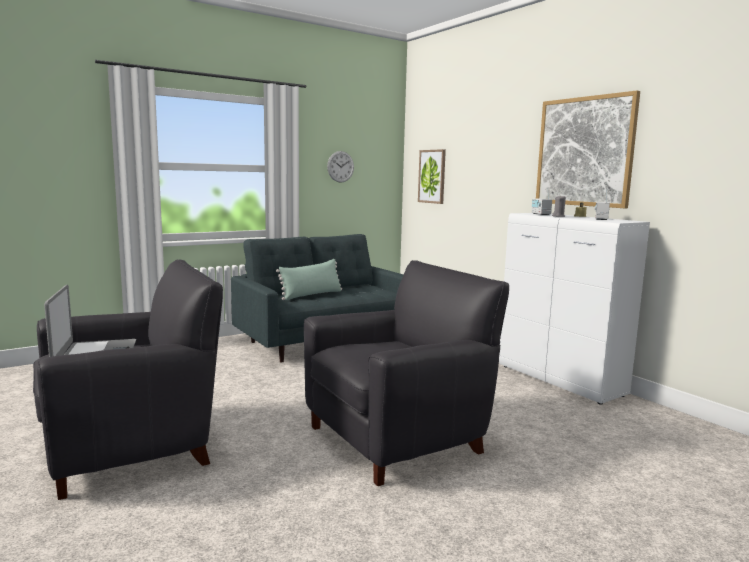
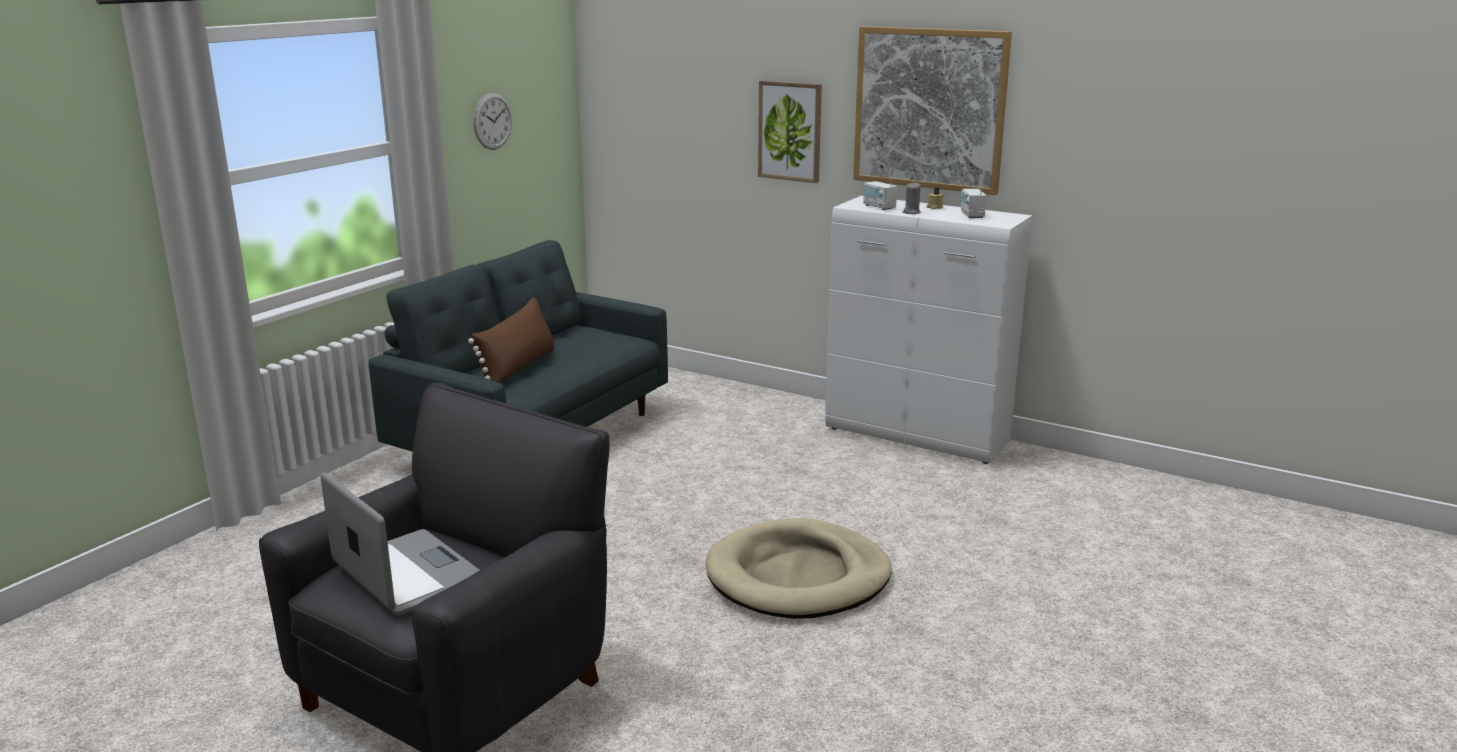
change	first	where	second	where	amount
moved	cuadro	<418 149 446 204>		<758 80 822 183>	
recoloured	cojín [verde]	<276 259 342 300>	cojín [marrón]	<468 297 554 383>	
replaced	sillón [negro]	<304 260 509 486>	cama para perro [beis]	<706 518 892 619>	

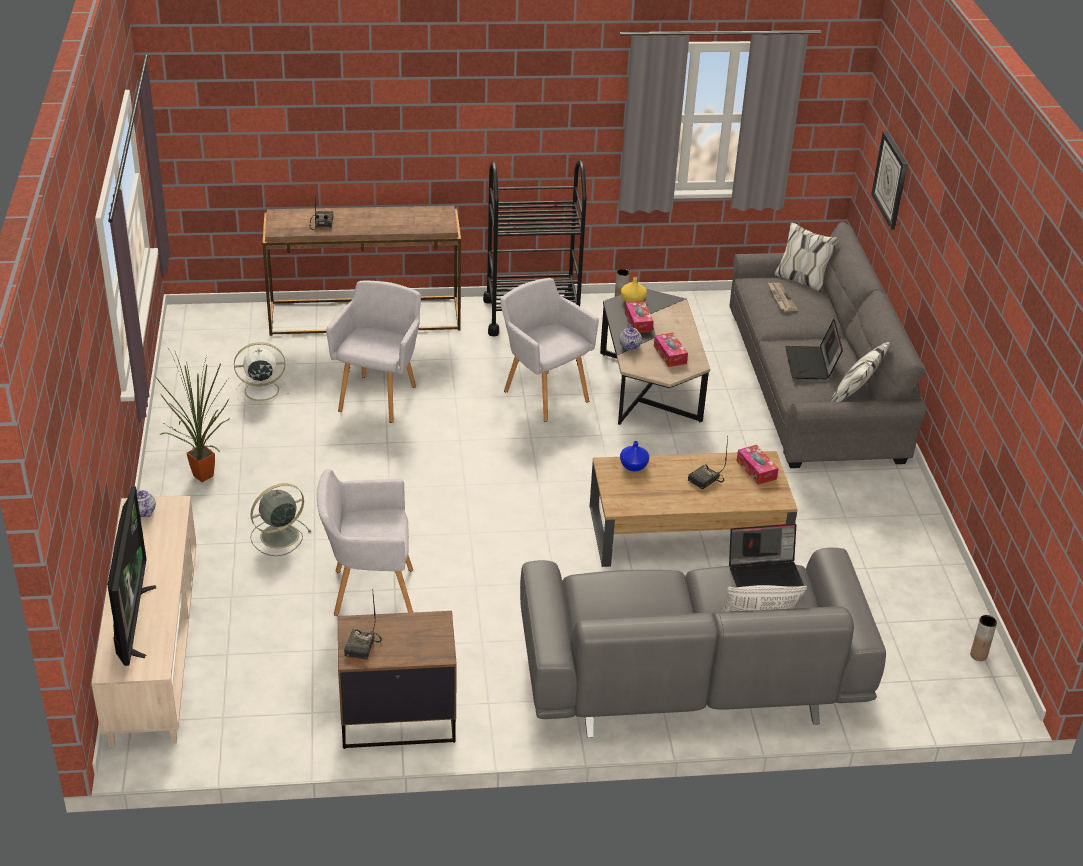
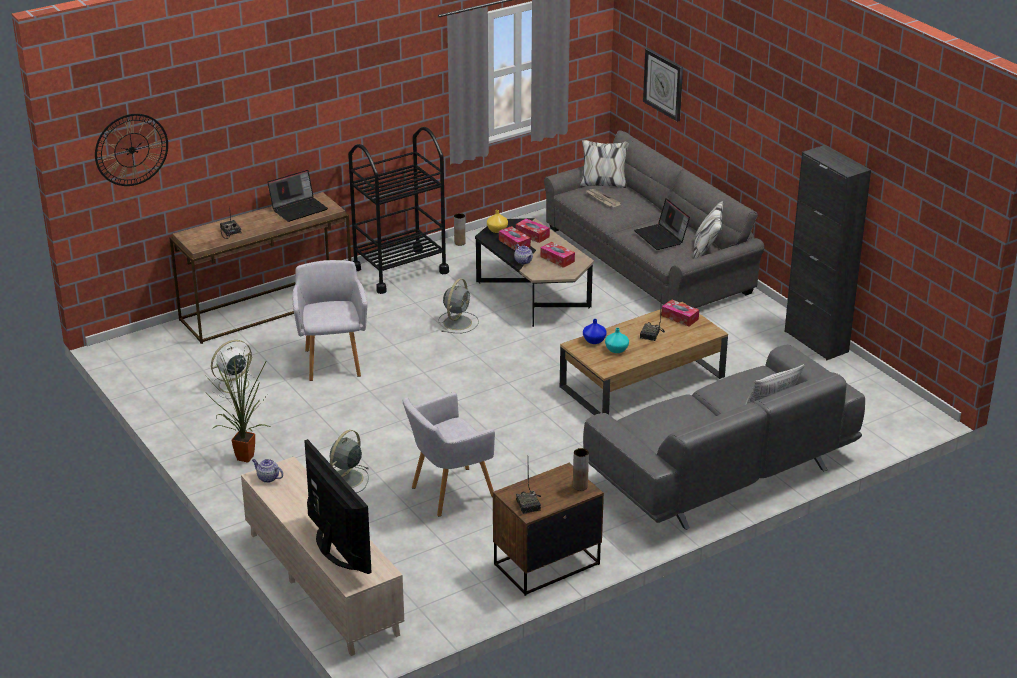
change	first	where	second	where	amount
replaced	sillón [gris]	<500 278 599 422>	ventilador [gris]	<438 278 479 333>	
moved	portátil	<729 523 804 587>		<267 170 328 222>	
moved	florero [marrón]	<970 615 997 661>		<573 448 589 491>	
added			reloj de pared	<95 114 168 186>	
added			armario [negro]	<784 145 871 360>	
added			caja de pañuelos	<516 219 550 243>	
added			florero [turquesa]	<605 328 629 353>	

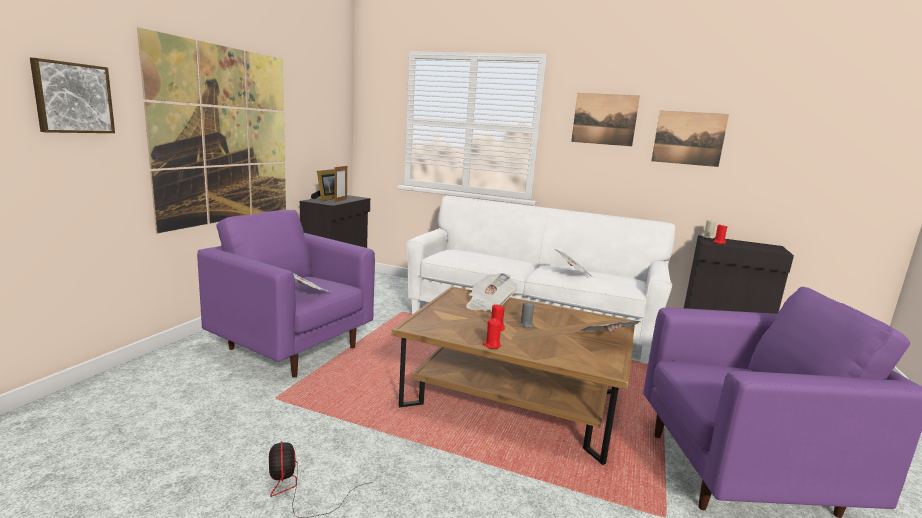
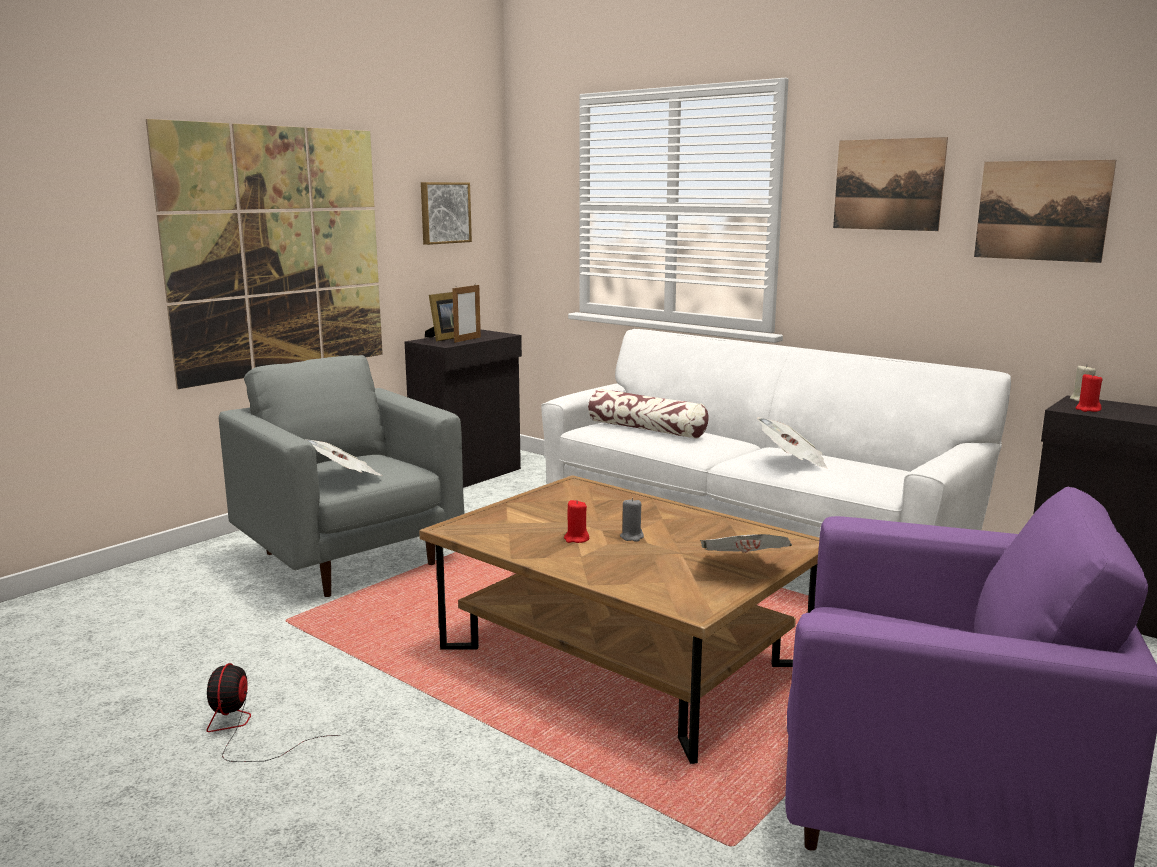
change	first	where	second	where	amount
moved	cuadro	<30 58 115 133>		<421 182 472 245>	
recoloured	sillón [morado]	<197 210 375 378>	sillón [gris]	<219 355 465 597>	
removed	periódico	<466 273 517 312>			
removed	vela [rojo]	<483 318 502 349>			
added			cojín	<588 389 709 439>	

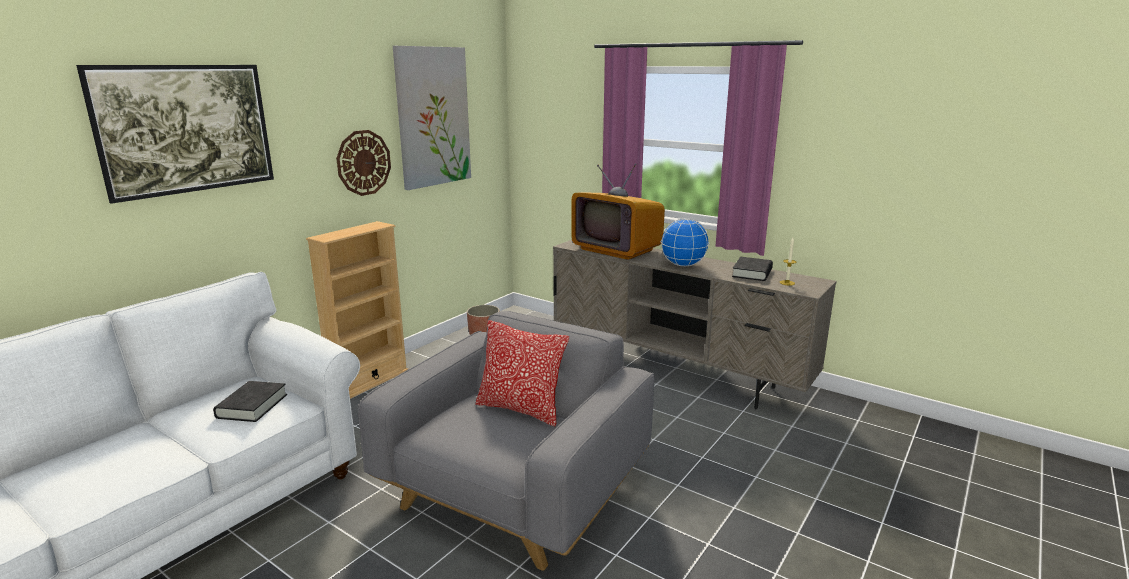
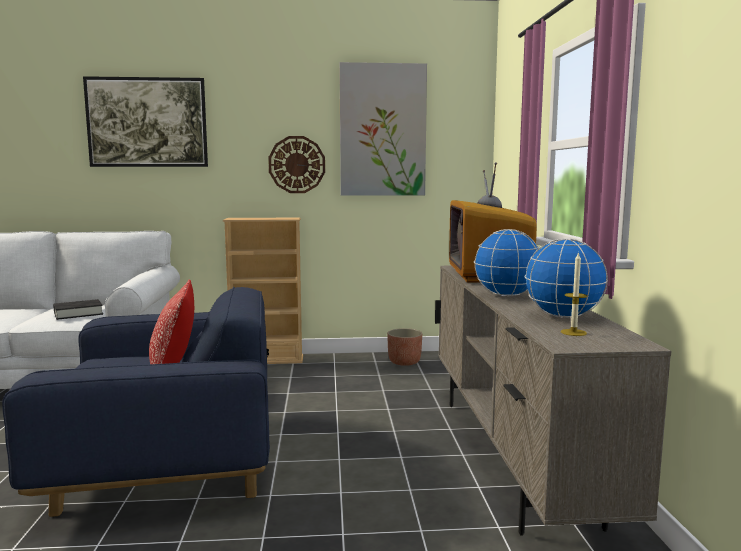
change	first	where	second	where	amount
replaced	libro [negro]	<732 257 773 281>	globo terráqueo	<525 239 608 318>	
recoloured	sillón [gris]	<358 311 654 571>	sillón [azul]	<2 287 270 517>	

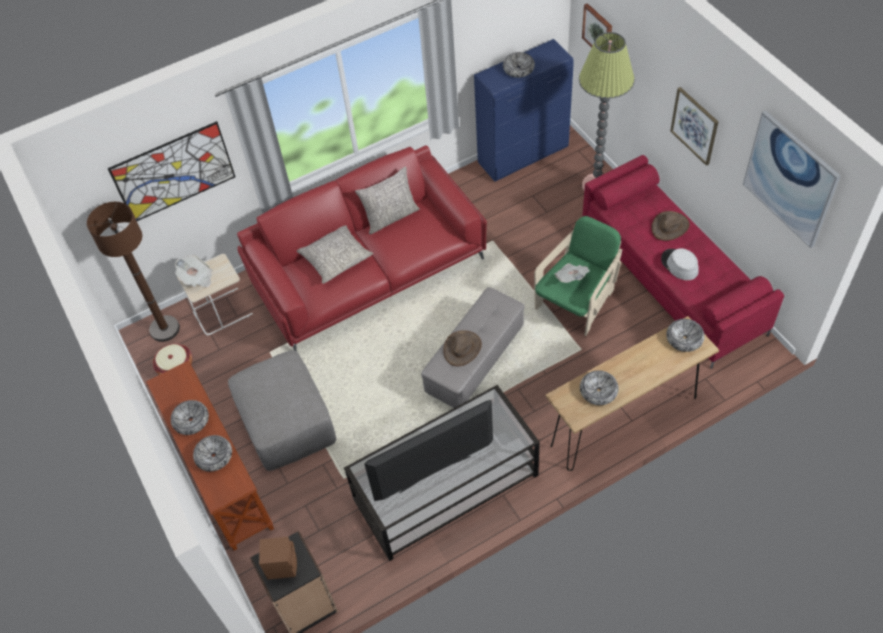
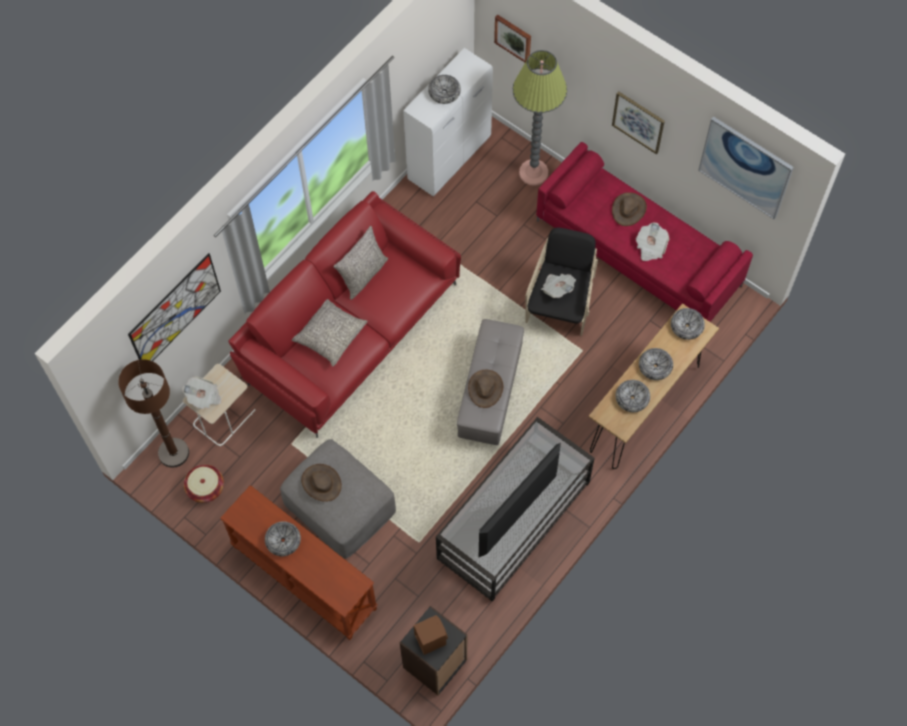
change	first	where	second	where	amount
recoloured	armario [azul]	<474 39 574 182>	armario [blanco]	<403 48 493 197>	
recoloured	sillón [verde]	<534 216 622 336>	sillón [negro]	<525 228 598 336>	
replaced	sombrero [gris]	<661 248 699 280>	periódico	<636 222 669 261>	
moved	cuenco	<193 435 232 472>		<639 348 673 380>	
added			sombrero [marrón]	<301 464 342 502>	

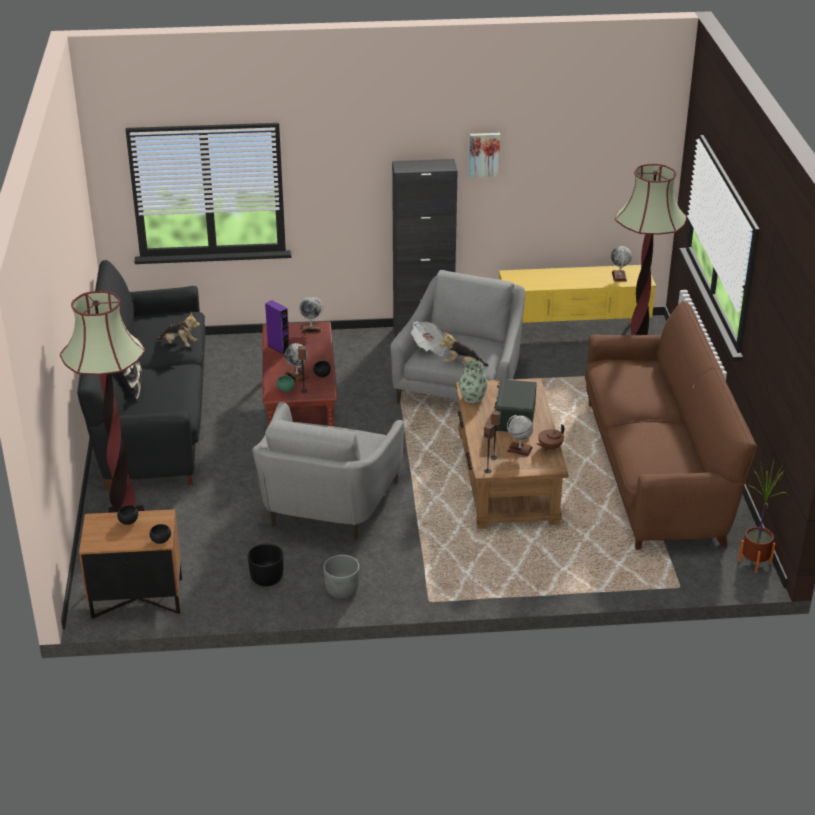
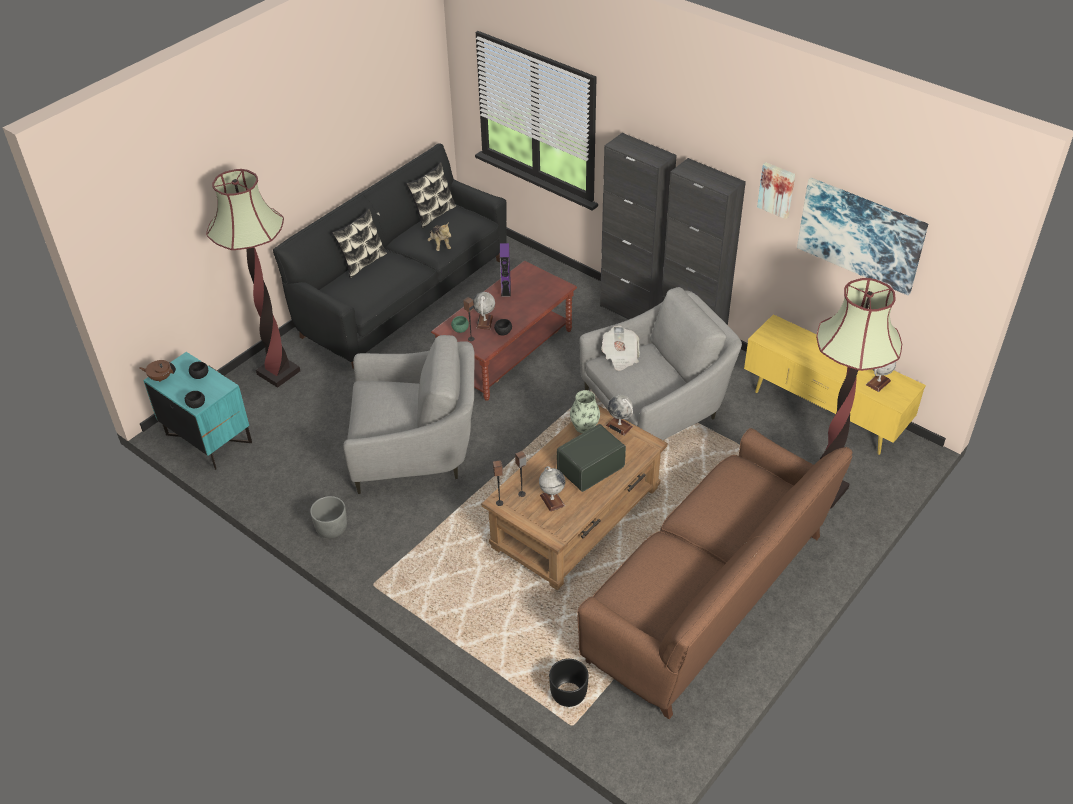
change	first	where	second	where	amount
moved	globo terráqueo	<299 297 323 333>		<606 394 633 435>	
removed	peluche	<440 332 489 367>			
turned	sillón [gris]	<252 402 404 540>		<343 335 475 494>	150 degrees counterclockwise
moved	tetera [marrón]	<537 424 565 451>		<139 360 176 382>	
removed	planta en maceta	<738 460 788 573>			
recoloured	mesita de noche [marrón]	<79 509 182 619>	mesita de noche [turquesa]	<143 352 252 470>	
moved	maceta [negro]	<248 544 284 587>		<549 659 589 707>	
added			armario [negro]	<600 133 677 320>	
added			cojín	<406 162 456 229>	
added			cuadro	<797 178 928 295>	

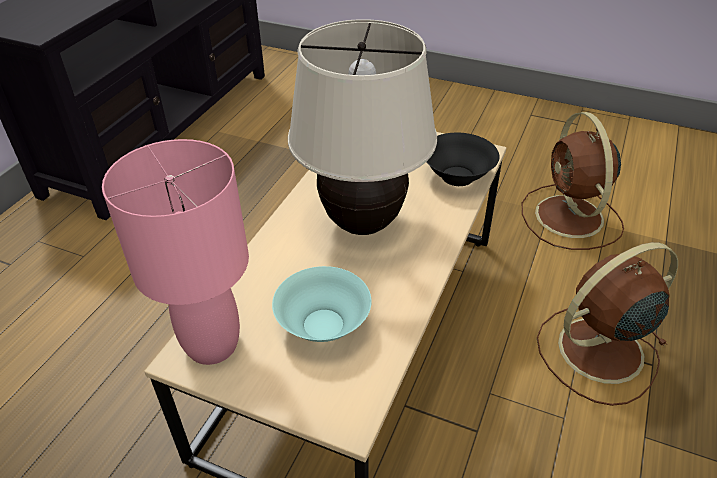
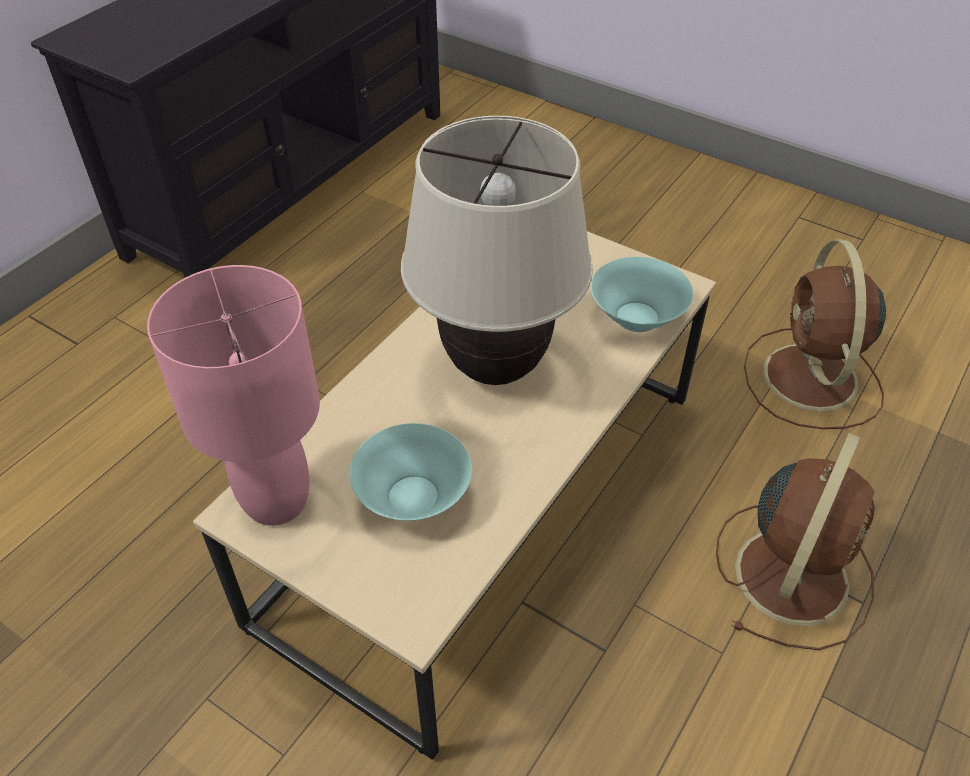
change	first	where	second	where	amount
recoloured	cuenco [negro]	<427 133 500 186>	cuenco [turquesa]	<591 257 693 332>	
turned	ventilador [marrón]	<537 242 678 406>		<716 433 875 650>	135 degrees clockwise

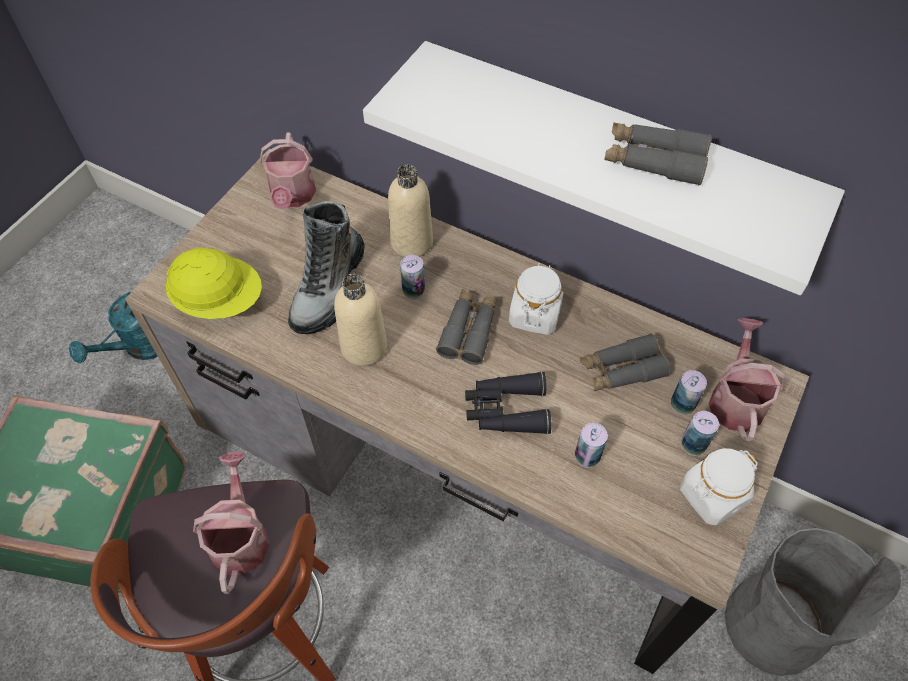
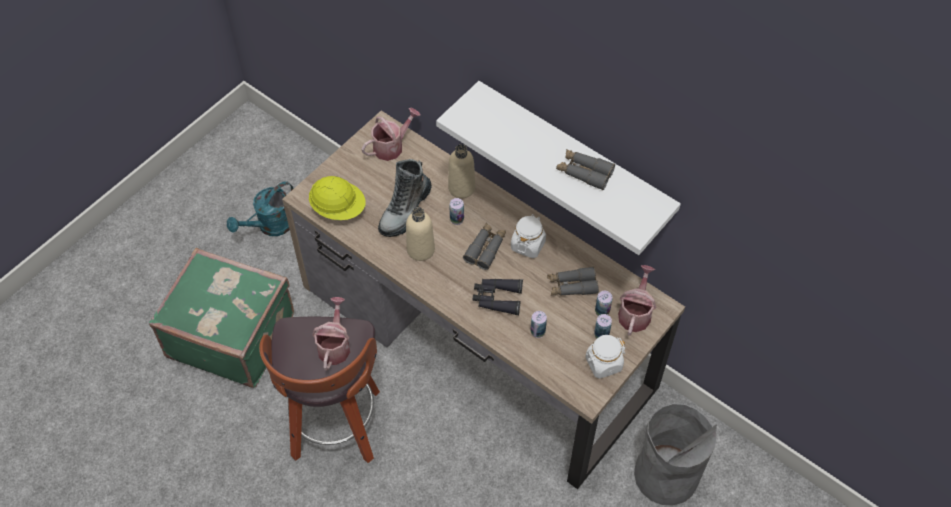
change	first	where	second	where	amount
turned	regadera	<259 132 316 210>		<362 108 420 161>	135 degrees counterclockwise

